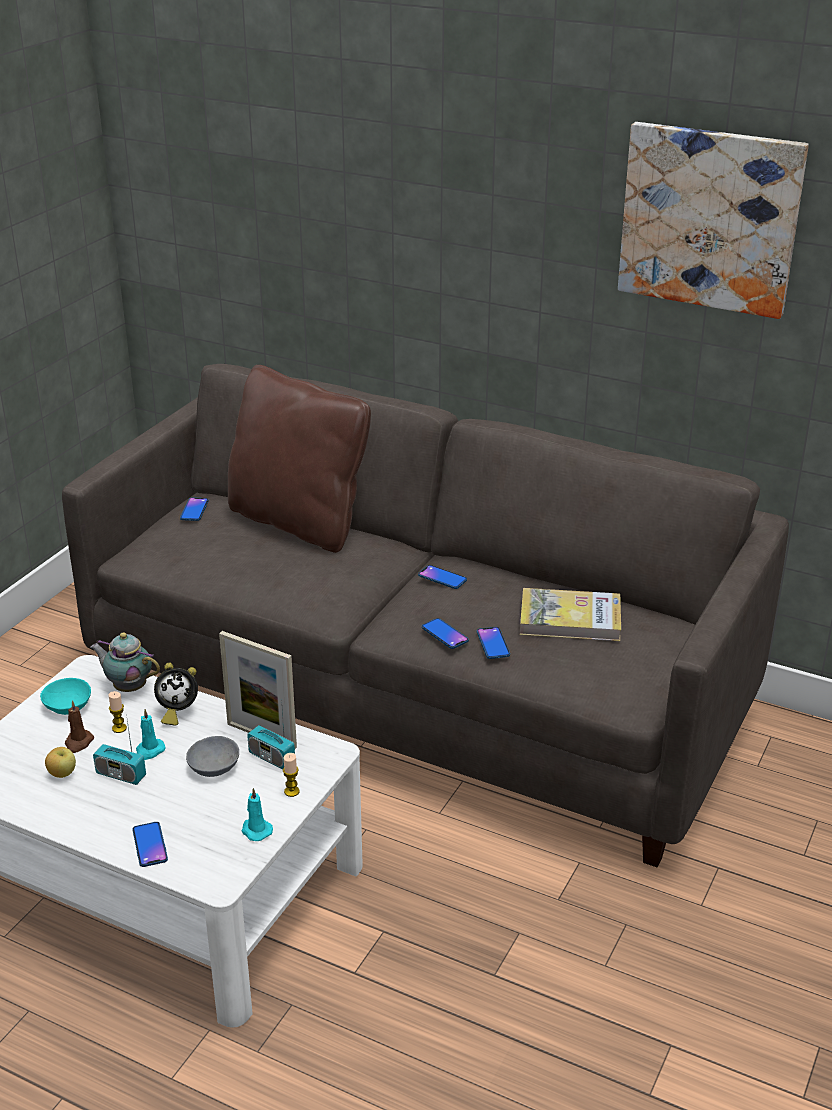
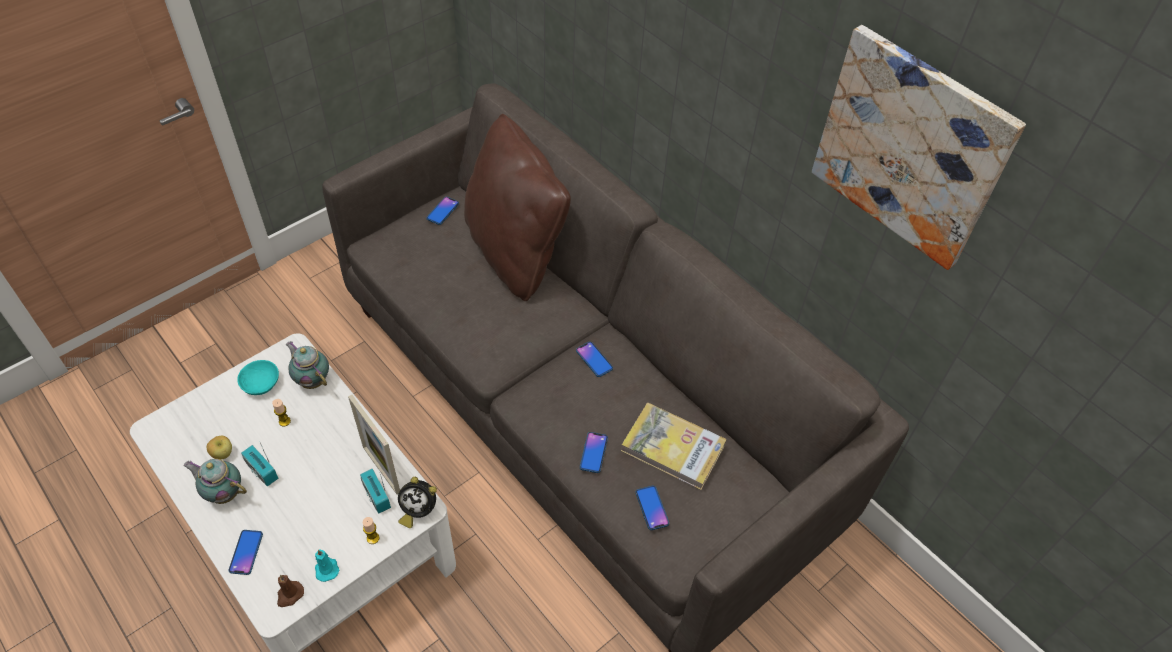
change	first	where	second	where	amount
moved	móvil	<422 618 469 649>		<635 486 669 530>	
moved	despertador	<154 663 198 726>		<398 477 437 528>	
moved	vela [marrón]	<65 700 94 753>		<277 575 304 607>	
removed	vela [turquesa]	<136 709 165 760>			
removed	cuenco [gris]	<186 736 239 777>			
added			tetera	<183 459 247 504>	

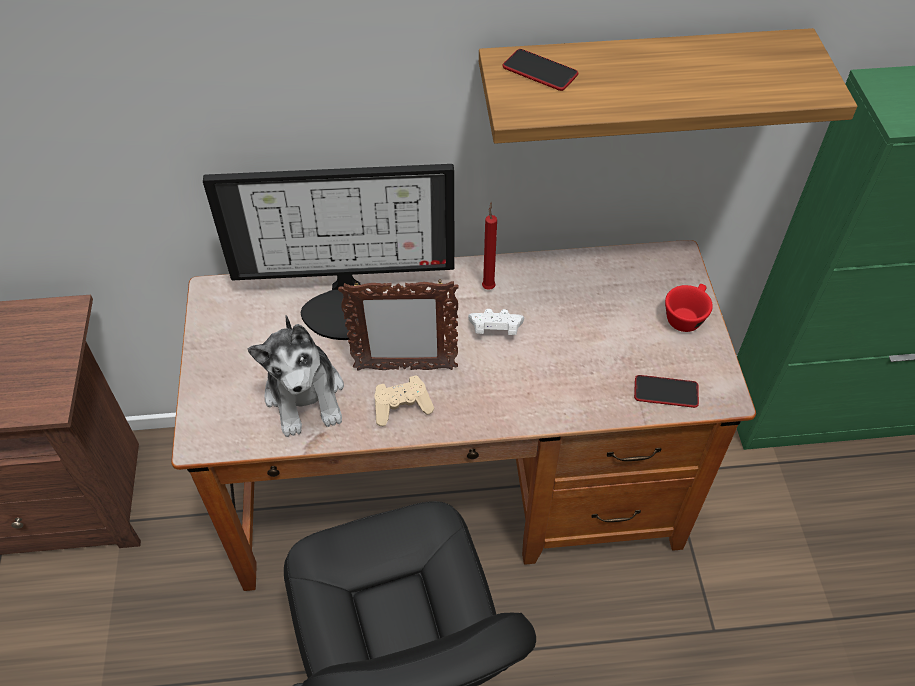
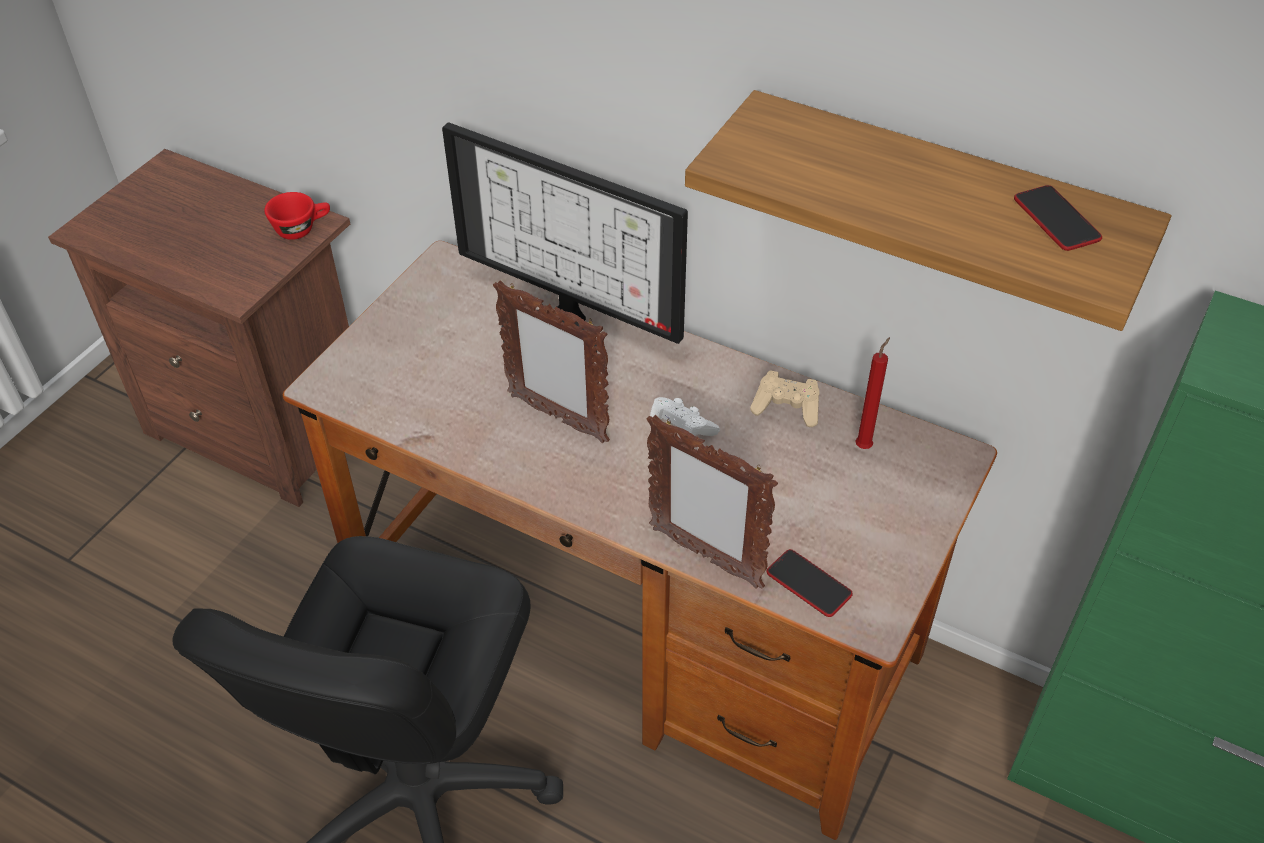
change	first	where	second	where	amount
moved	móvil	<502 49 578 91>		<1014 185 1102 251>	
moved	vela [rojo]	<482 202 497 290>		<855 337 890 449>	
moved	taza [rojo]	<665 284 713 332>		<264 192 330 240>	
removed	peluche	<248 315 344 437>			
moved	mando de consola [beis]	<374 375 435 426>		<750 371 820 427>	
added			portarretratos	<647 415 778 589>	

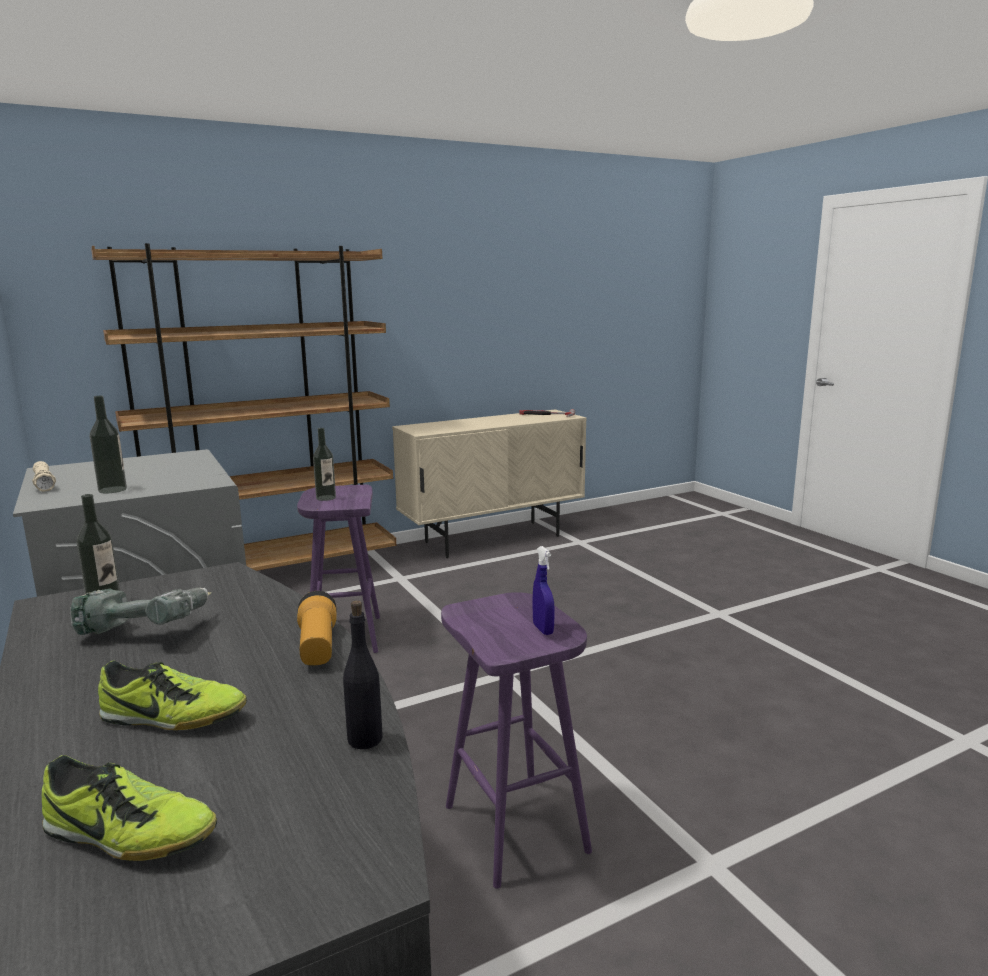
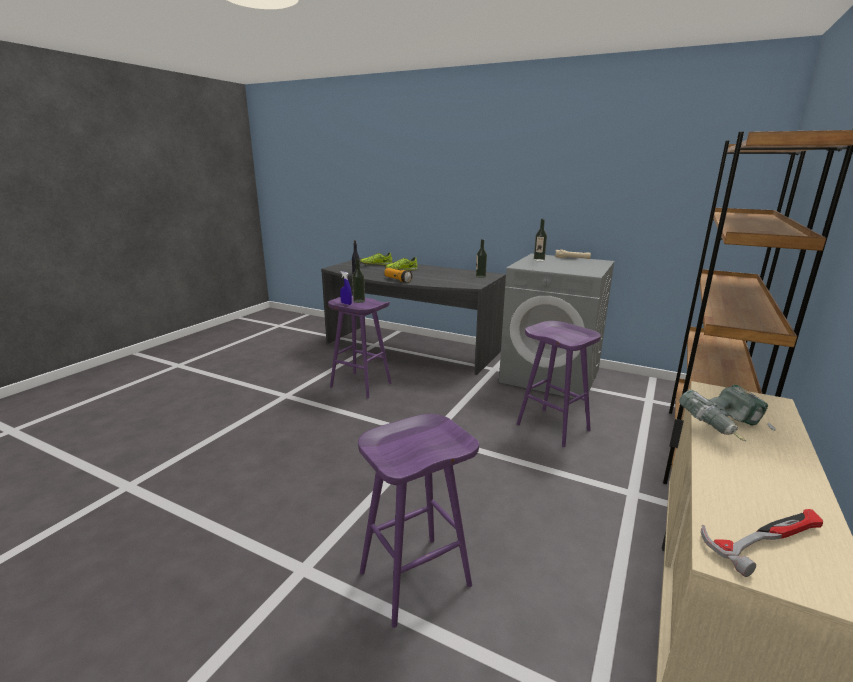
change	first	where	second	where	amount
moved	botella	<313 428 336 501>		<352 259 365 303>	
moved	taladro	<70 588 212 635>		<679 385 776 441>	
added			taburete [morado]	<358 414 479 628>	

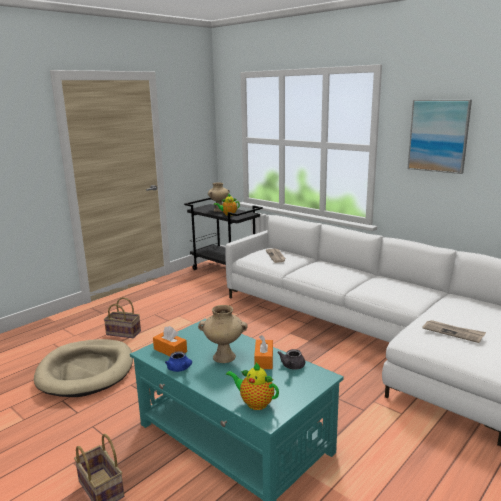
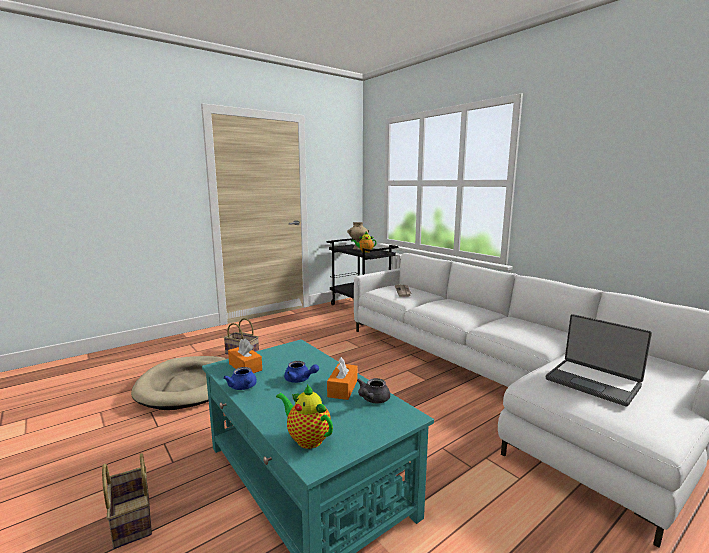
change	first	where	second	where	amount
removed	cuadro	<408 100 472 174>			
replaced	florero [beis]	<198 305 248 363>	tetera [azul]	<284 361 319 383>	
replaced	periódico	<422 320 486 343>	portátil	<546 314 652 407>	

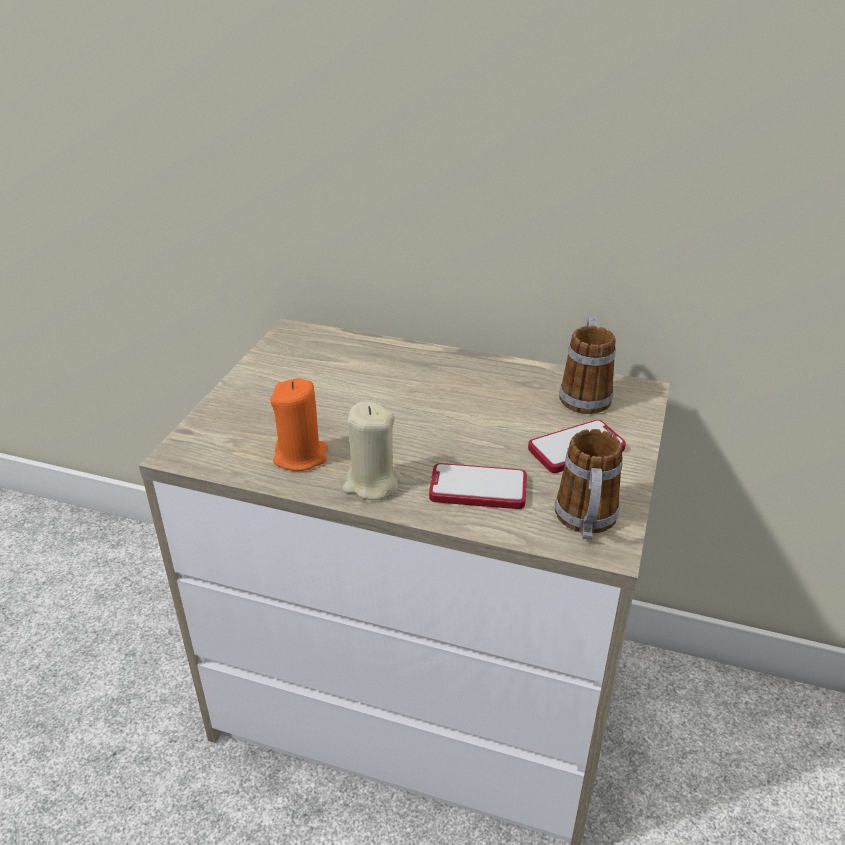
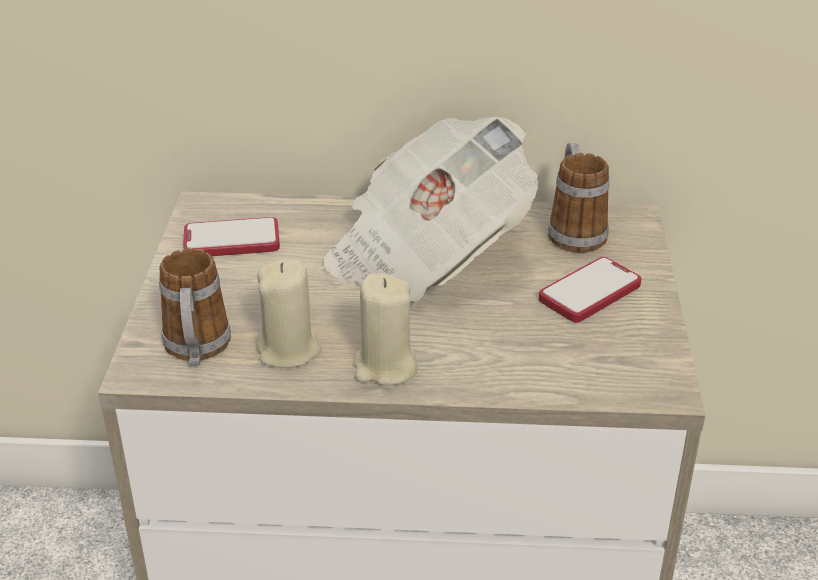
change	first	where	second	where	amount
recoloured	vela [naranja]	<270 379 328 471>	vela [beis]	<256 259 322 368>	
moved	taza grande	<555 429 623 540>		<159 249 231 366>	
moved	móvil	<429 463 527 509>		<184 217 280 256>	
added			periódico	<323 117 538 302>	

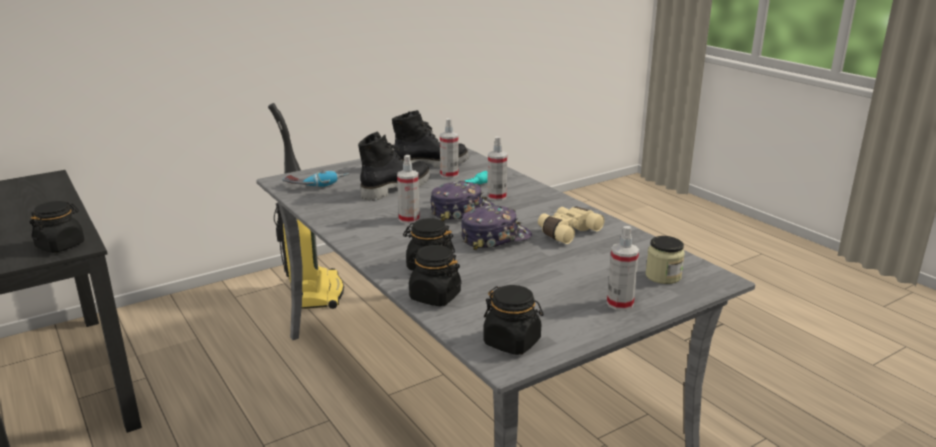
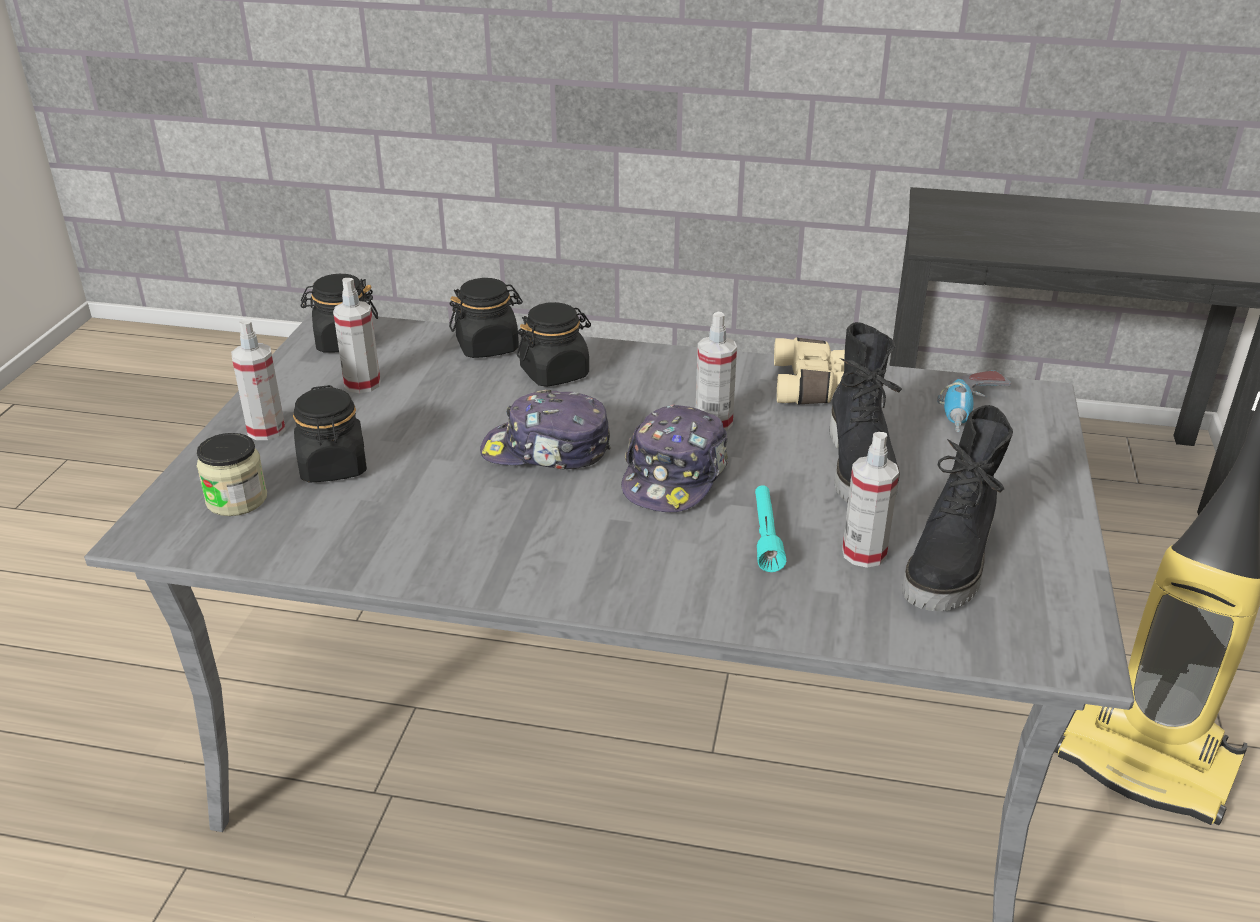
change	first	where	second	where	amount
moved	pulverizador	<487 136 507 201>		<333 278 381 393>	
moved	tarro [negro]	<30 201 84 253>		<293 385 367 483>	
turned	gorra	<461 205 532 250>		<480 390 611 469>	75 degrees clockwise
moved	prismáticos [beis]	<538 207 605 244>		<774 338 845 404>	

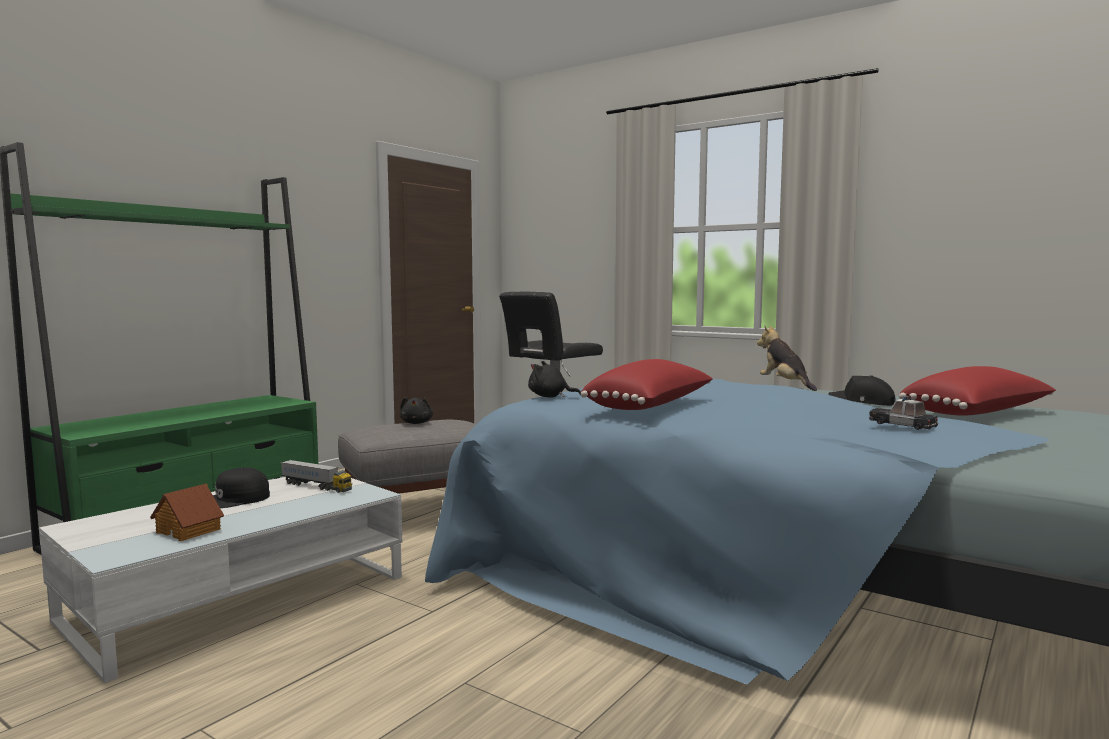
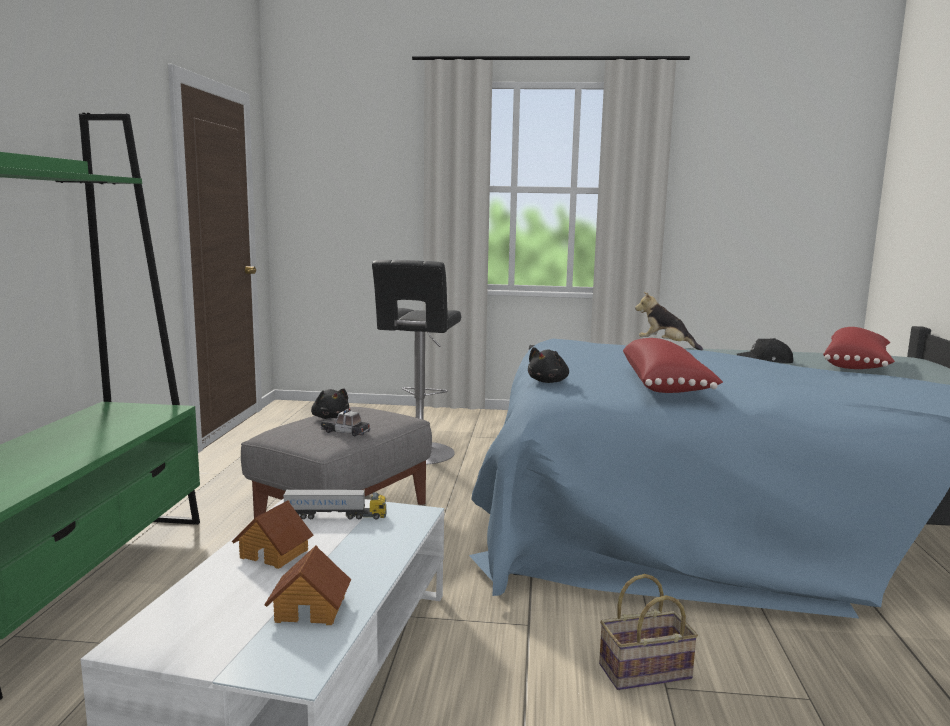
change	first	where	second	where	amount
turned	peluche [negro]	<528 361 581 397>		<528 347 569 383>	45 degrees counterclockwise
moved	coche de juguete	<869 396 938 430>		<321 408 371 436>	
replaced	gorra [negro]	<213 467 270 508>	casita	<232 500 313 569>	
added			cesta	<599 574 698 690>	

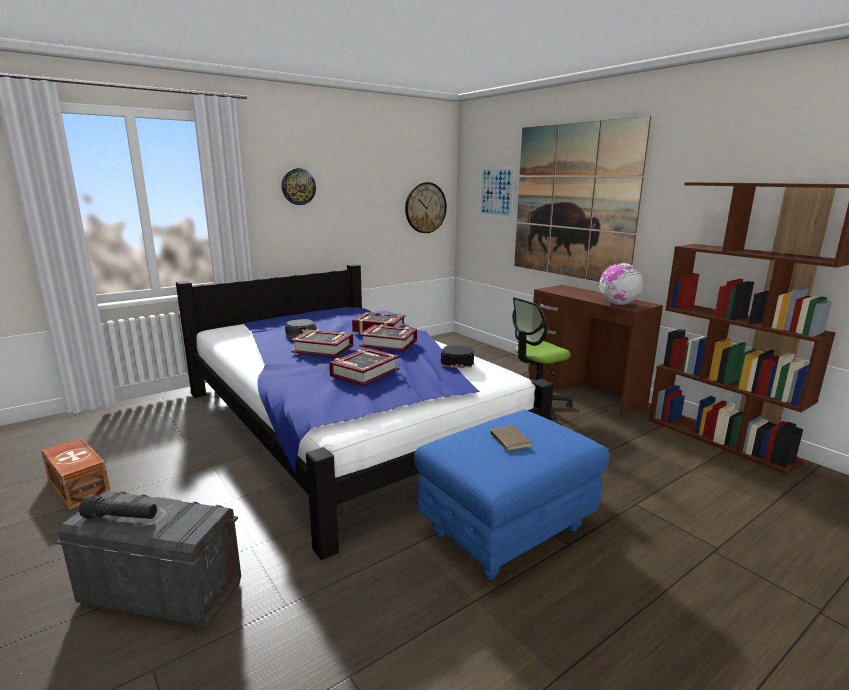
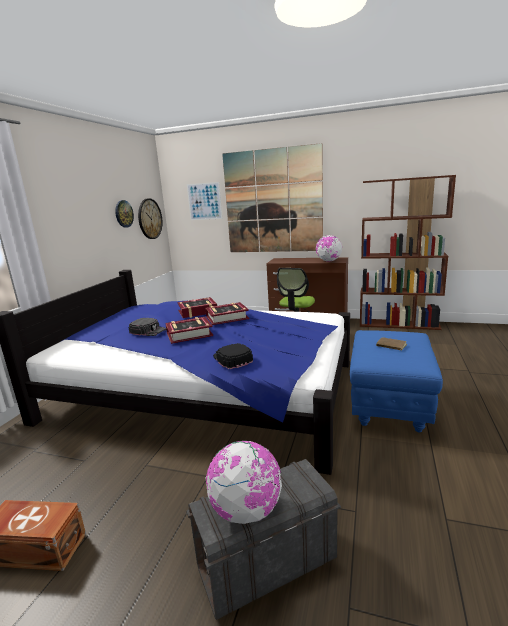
change	first	where	second	where	amount
moved	reloj de pared	<282 168 316 205>		<115 200 134 228>	
moved	gorra [negro]	<441 345 474 368>		<213 343 253 369>	
removed	libro	<329 348 400 386>			
replaced	linterna [negro]	<79 494 157 519>	globo terráqueo	<206 441 282 524>	

